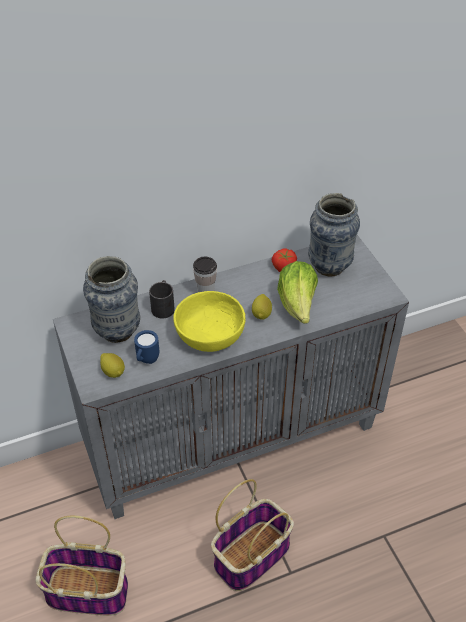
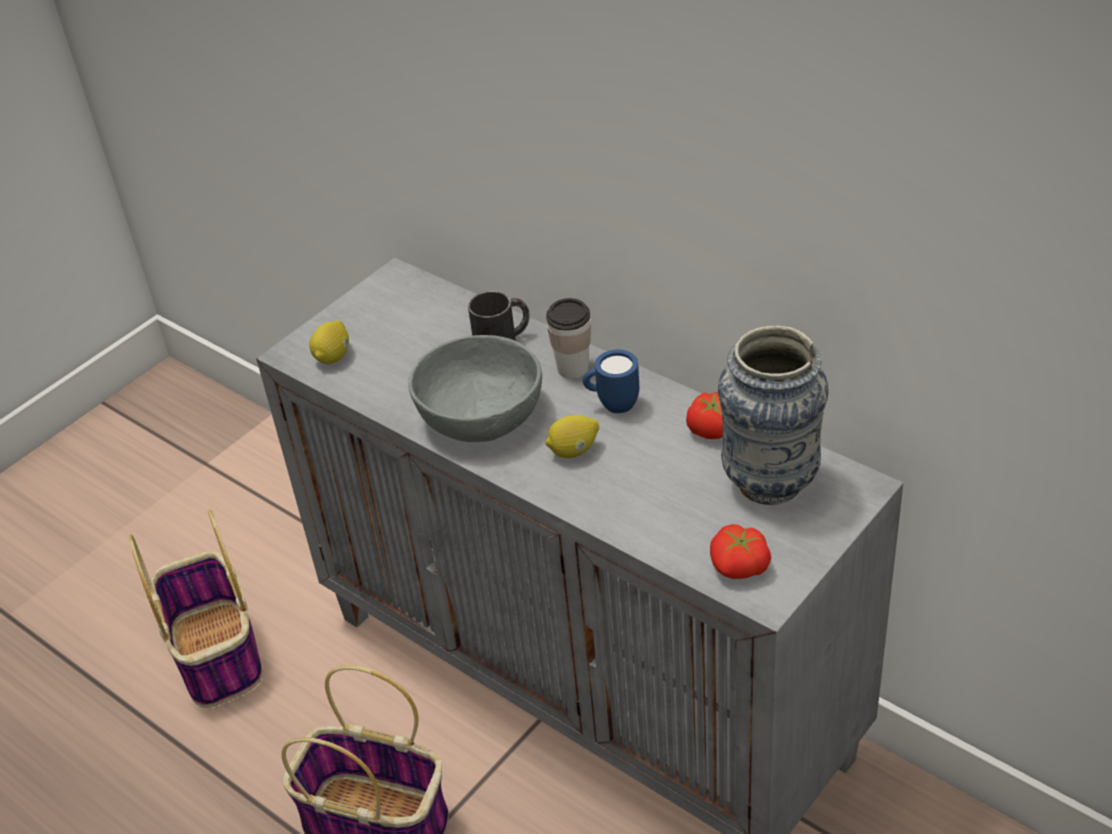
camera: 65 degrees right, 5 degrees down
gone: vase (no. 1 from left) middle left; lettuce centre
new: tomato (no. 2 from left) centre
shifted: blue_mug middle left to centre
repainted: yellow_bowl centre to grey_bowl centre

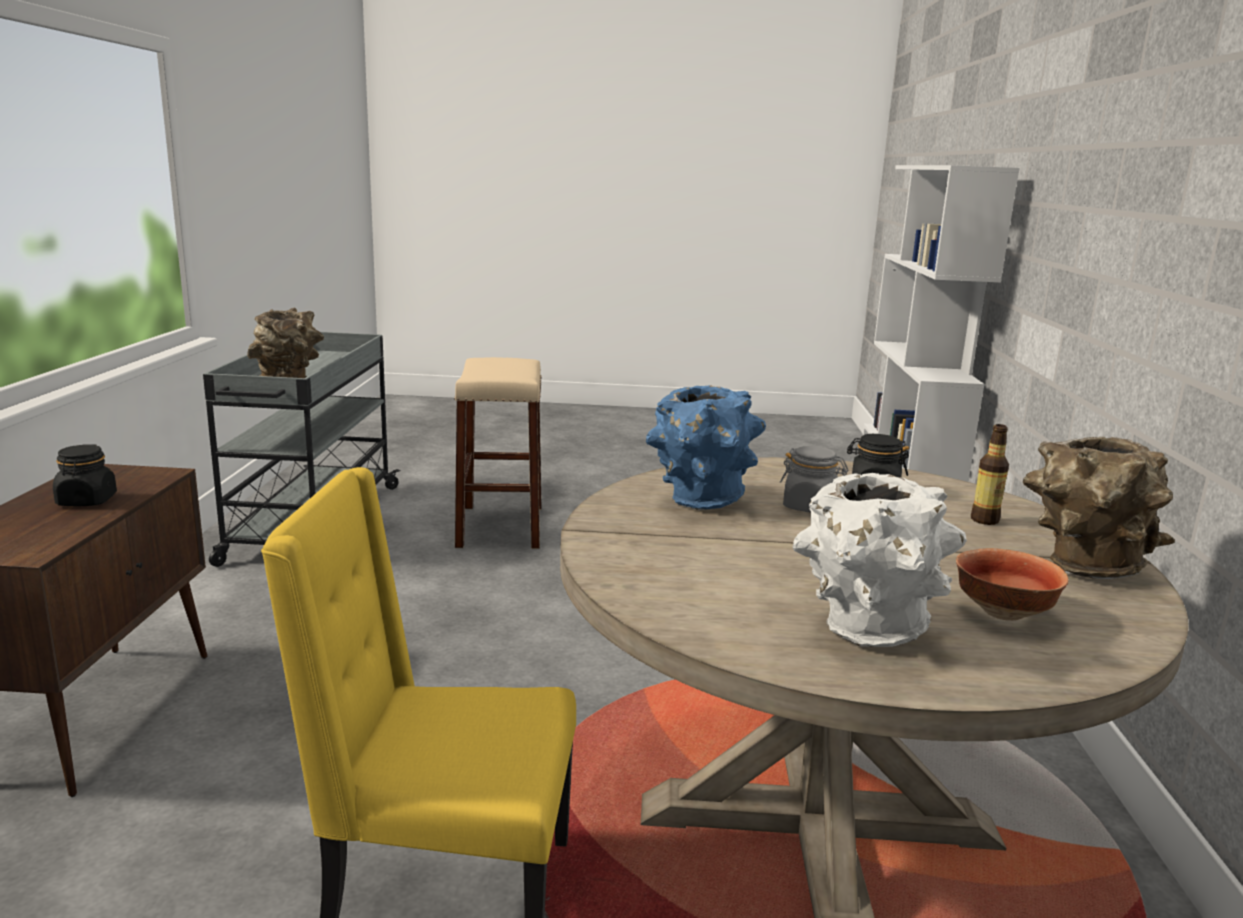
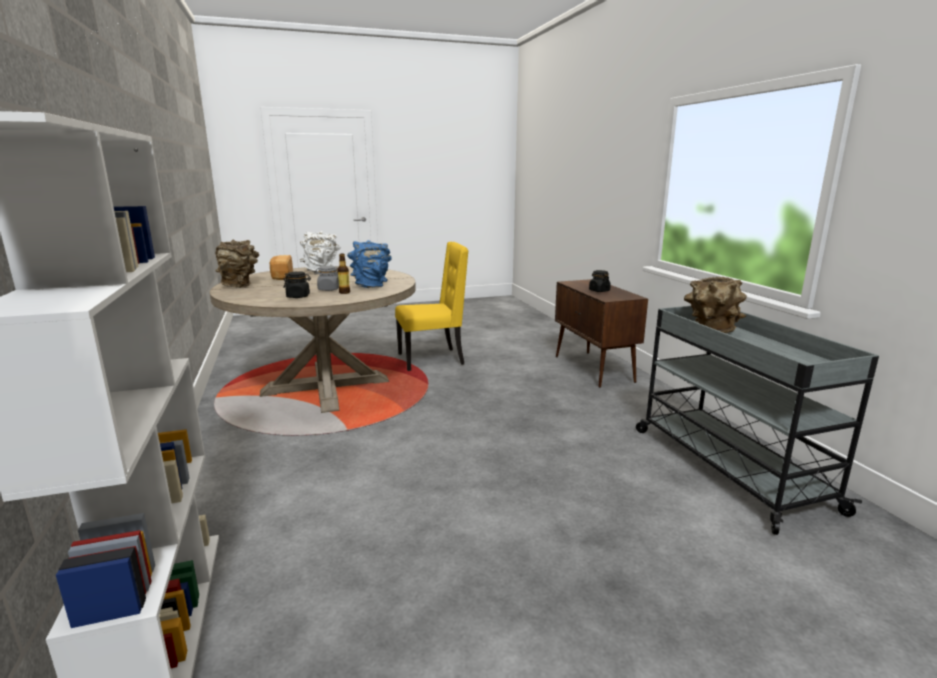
camera: 160 degrees right, 0 degrees up
gone: beige_stool centre
shifted: bottle middle right to centre
swapped: bowl middle right to bread middle left

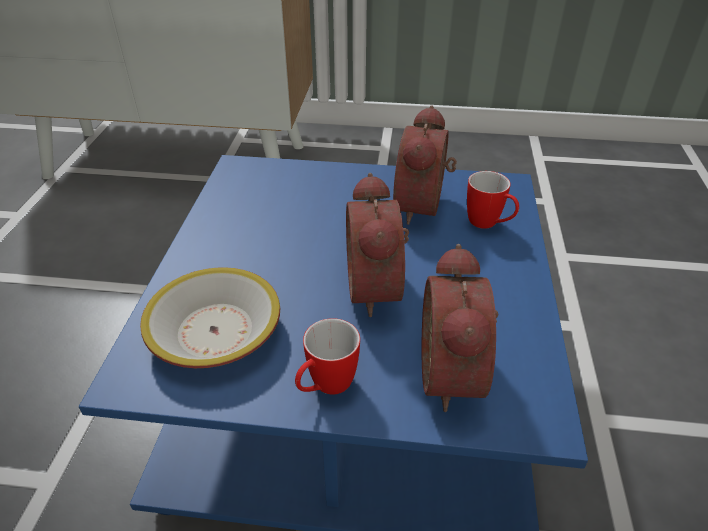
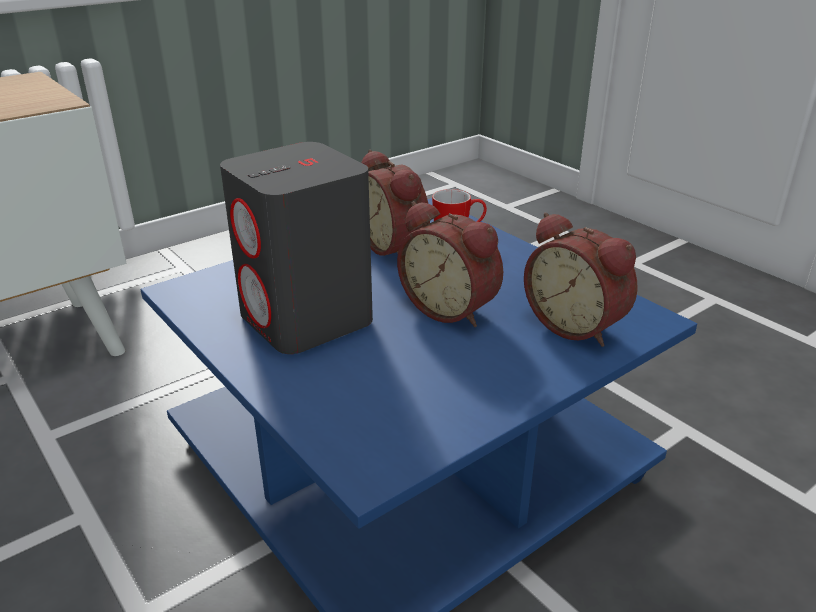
camera: 45 degrees left, 10 degrees down
gone: bowl middle left; mug (no. 1 from left) bottom centre
new: grey_speaker centre

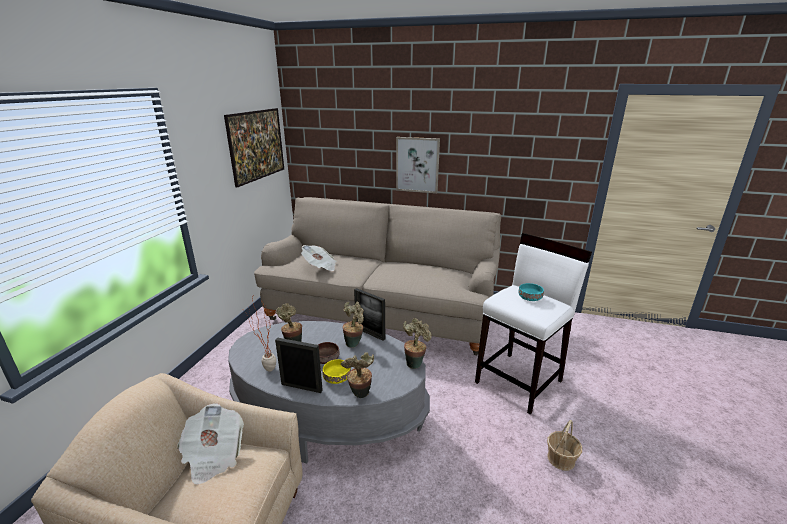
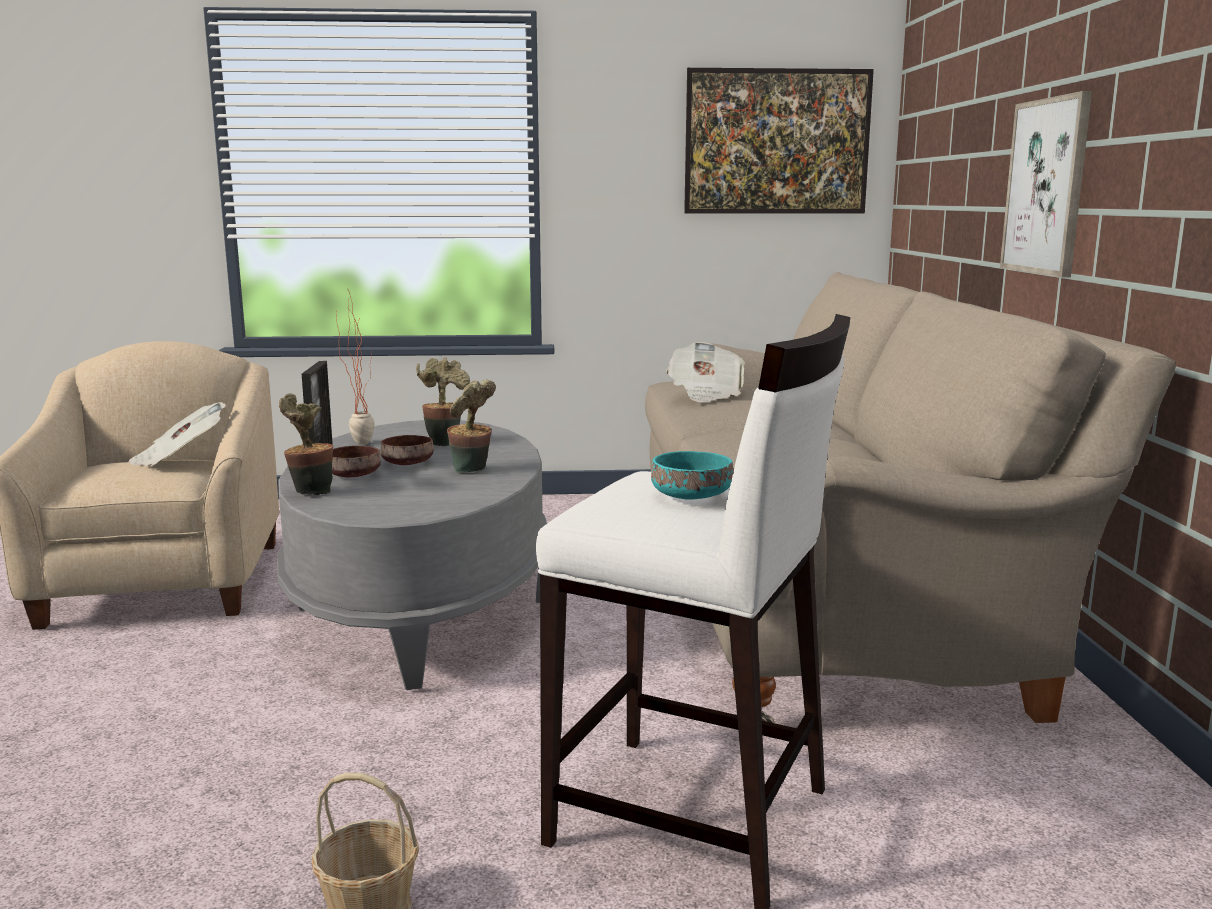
camera: 70 degrees right, 10 degrees down
gone: picture_frame (no. 2 from left) centre; potted_plant (no. 5 from left) centre
repainted: yellow_bowl bottom centre to brown_bowl (no. 1 from left) middle left

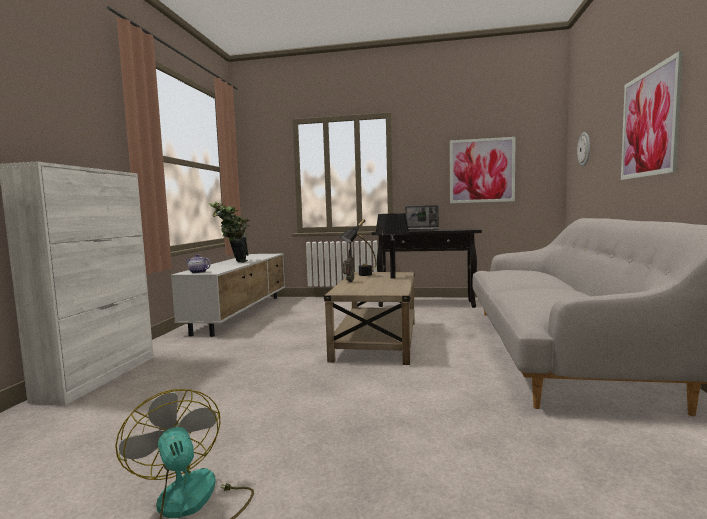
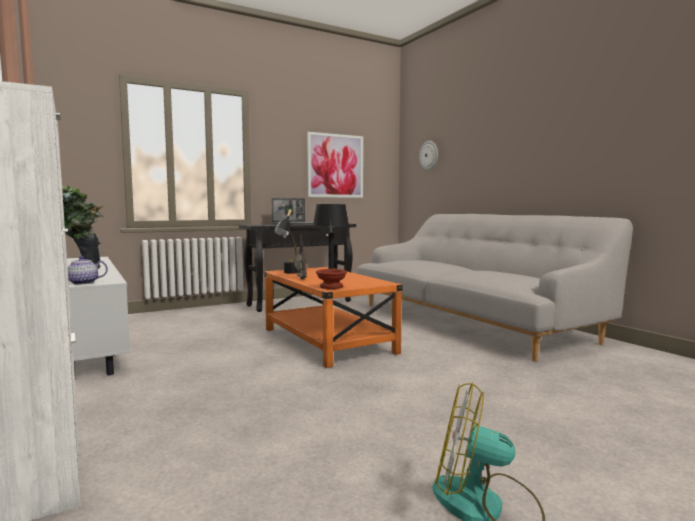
camera: 40 degrees left, 0 degrees up
gone: picture (no. 2 from left) top right
new: brown_bowl centre
repainted: beige_coffee_table centre to orange_coffee_table centre

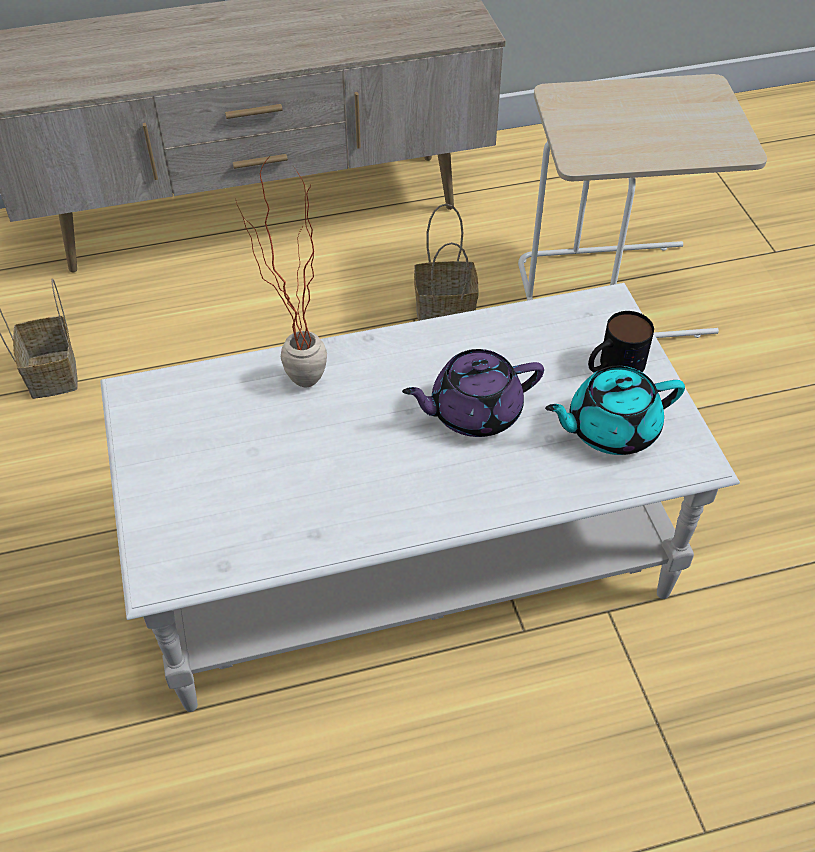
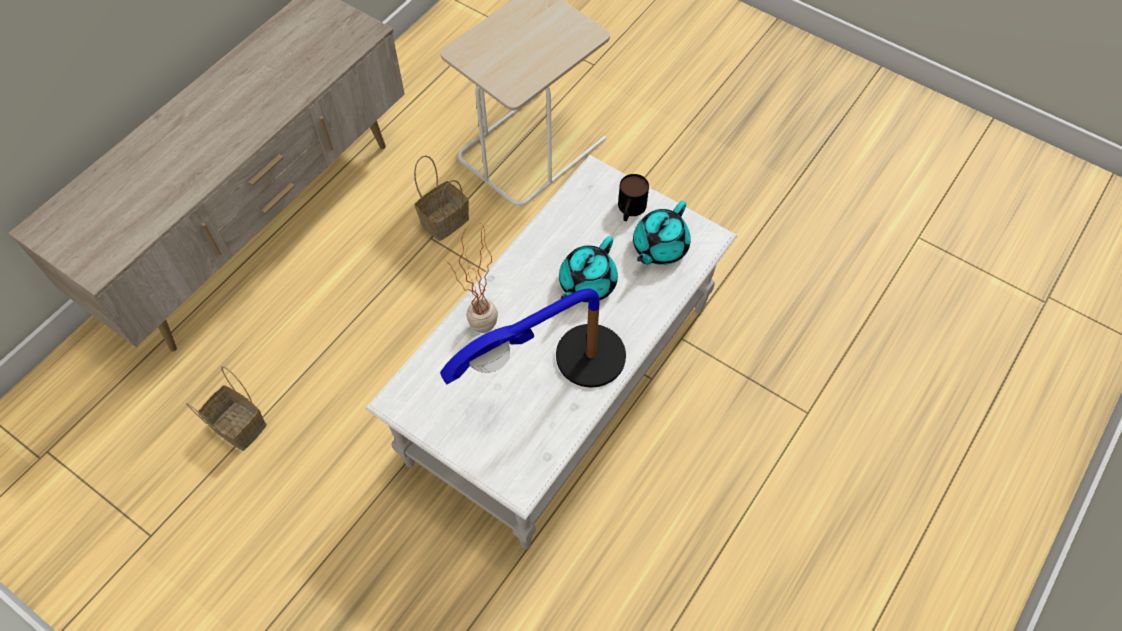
camera: 40 degrees left, 10 degrees up
new: table_lamp centre
repainted: purple_teapot centre to turquoise_teapot (no. 1 from left) centre

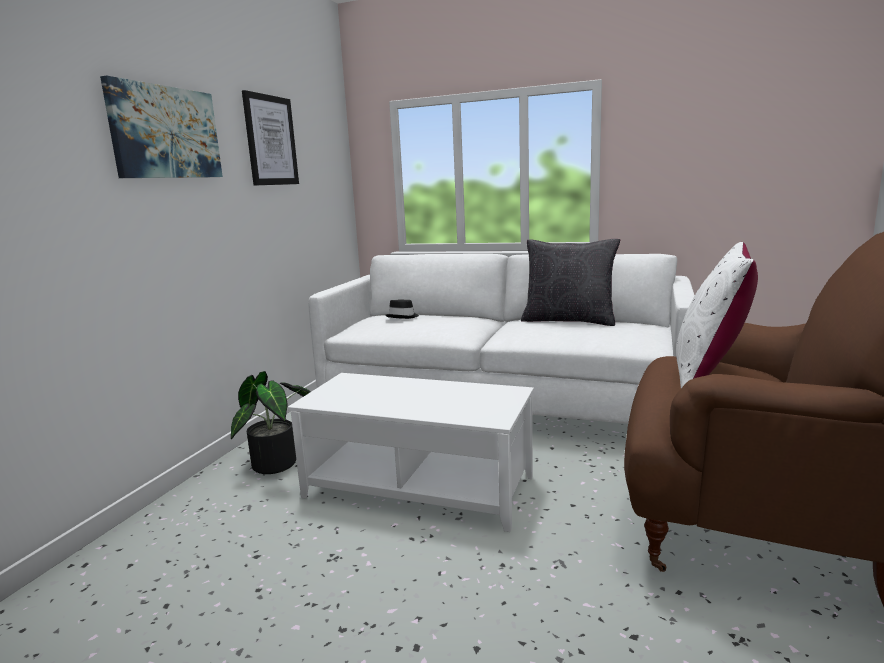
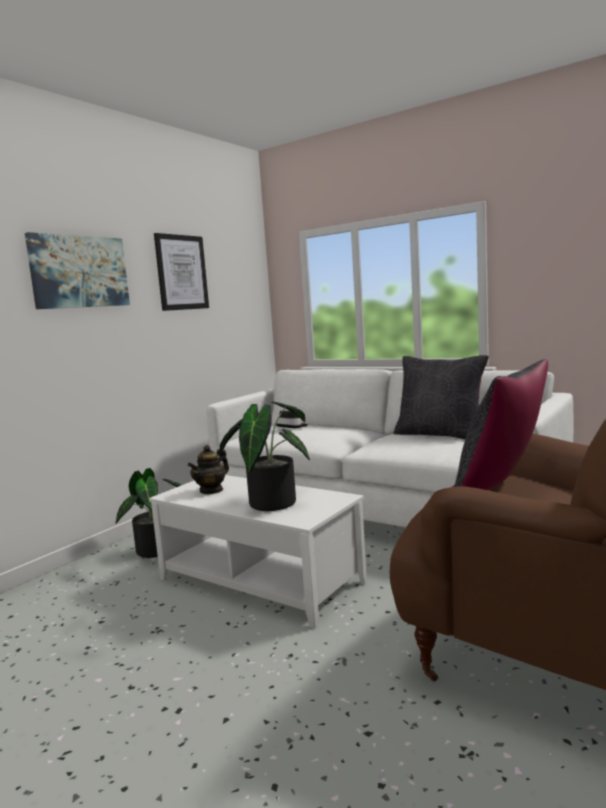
camera: 15 degrees right, 5 degrees down
new: teapot centre; potted_plant (no. 2 from left) centre
repainted: white_pillow middle right to black_pillow (no. 2 from left) middle right

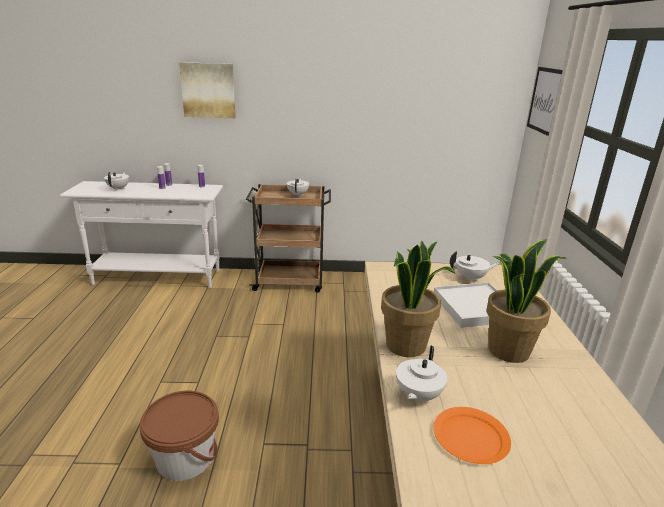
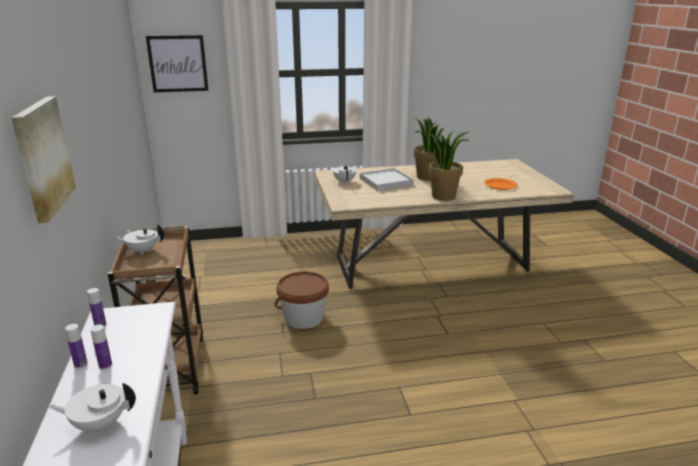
camera: 100 degrees left, 0 degrees up
gone: white_teapot (no. 3 from left) bottom centre
shifted: brown_bucket bottom left to centre

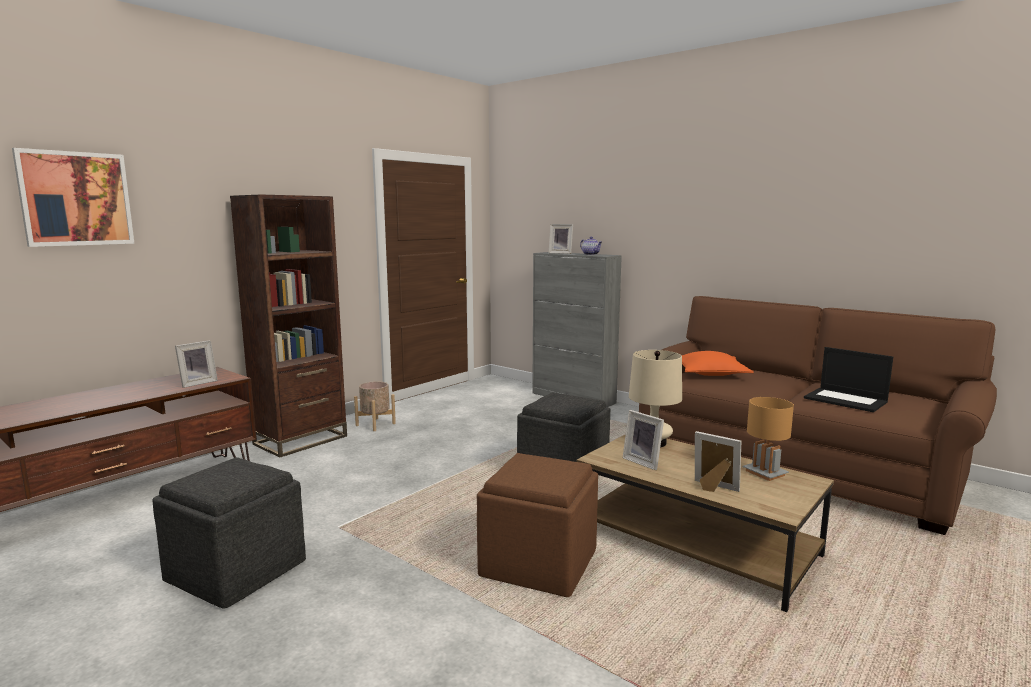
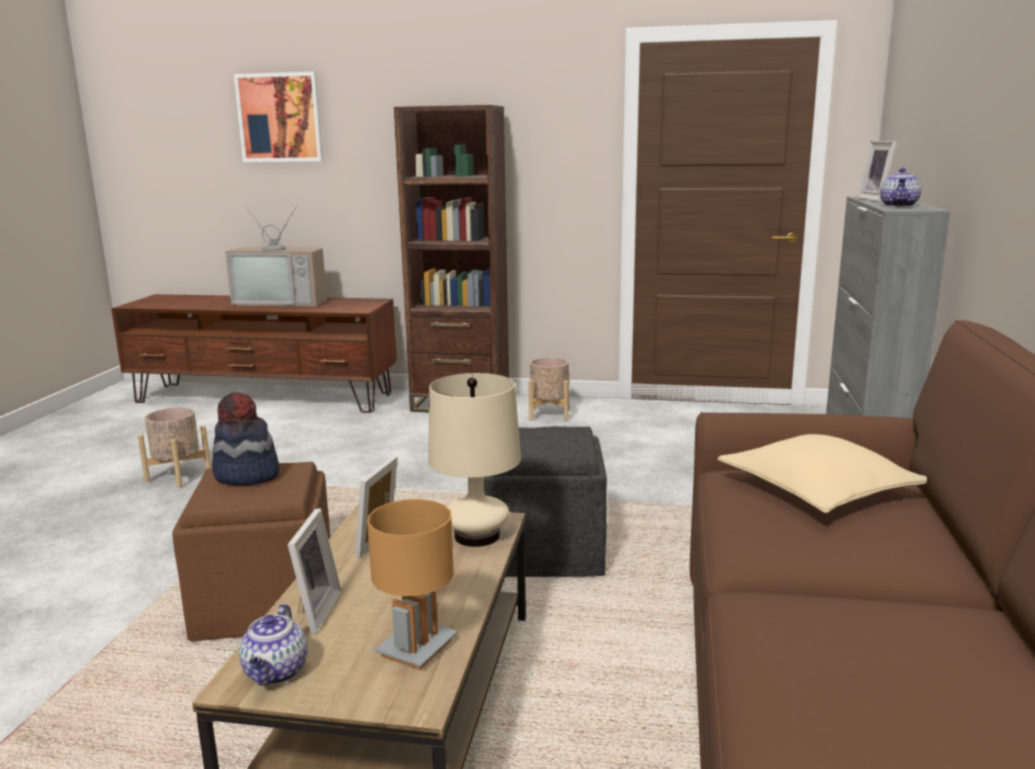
camera: 60 degrees right, 5 degrees up
gone: picture_frame (no. 1 from left) middle left; laptop middle right
new: hat middle left; television top left; teapot (no. 1 from left) bottom left
swapped: grey_ottoman (no. 1 from left) bottom left to beige_planter (no. 1 from left) middle left
repainted: orange_pillow middle right to beige_pillow middle right

